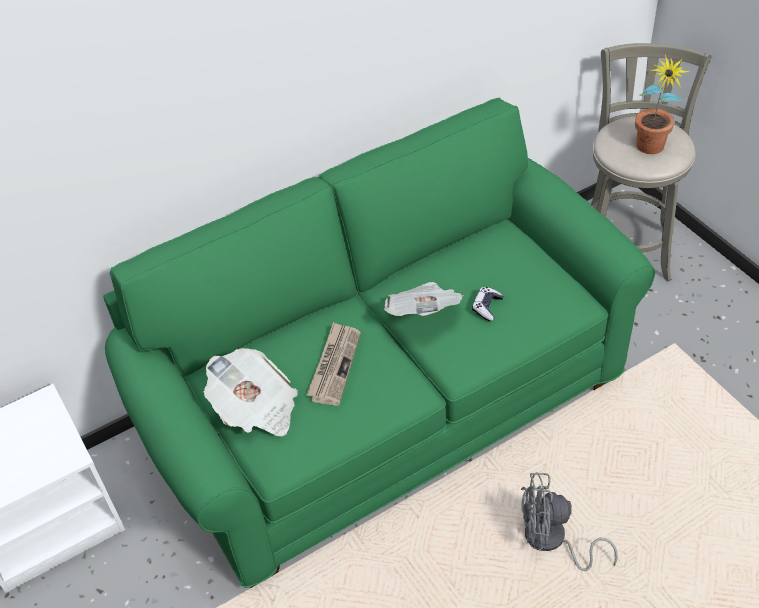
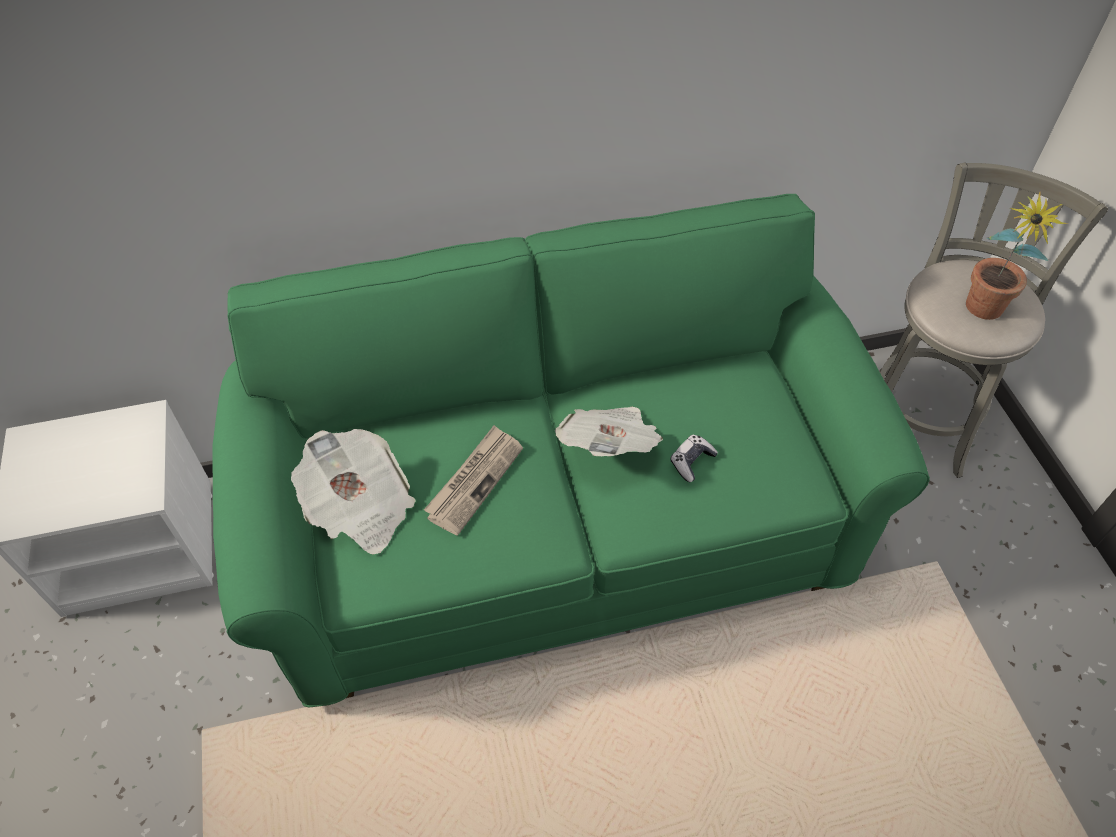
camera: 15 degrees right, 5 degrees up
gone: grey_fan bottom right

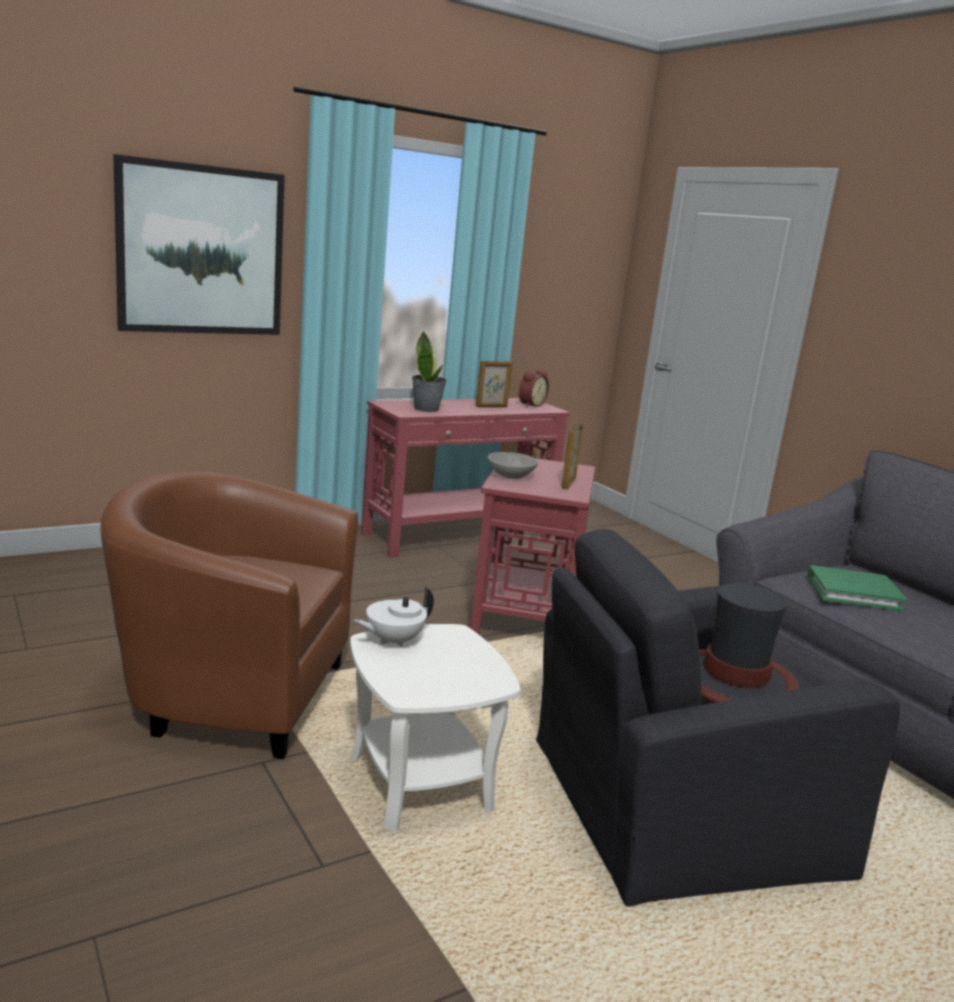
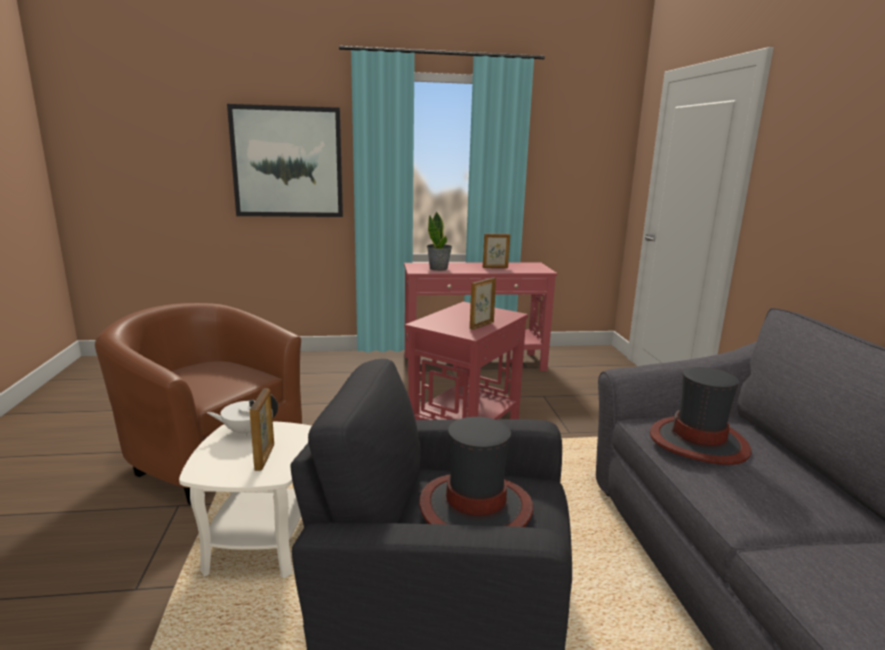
camera: 25 degrees right, 0 degrees up
gone: grey_bowl centre; alarm_clock centre
new: picture_frame (no. 1 from left) middle left
swapped: green_book middle right to hat (no. 2 from left) middle right

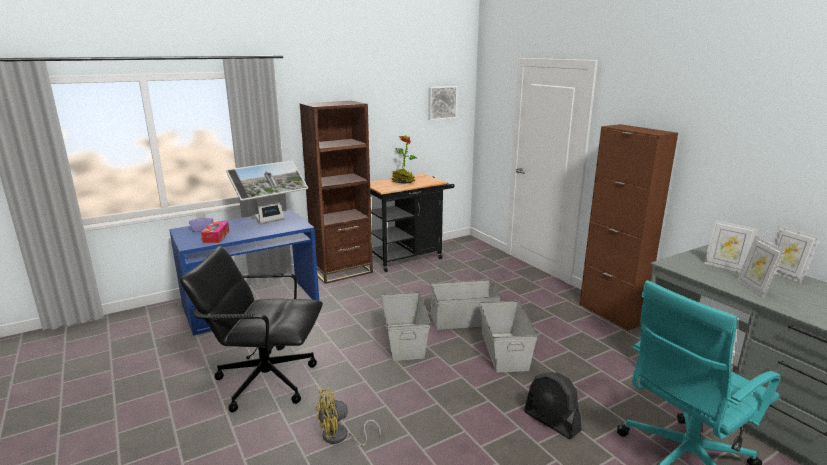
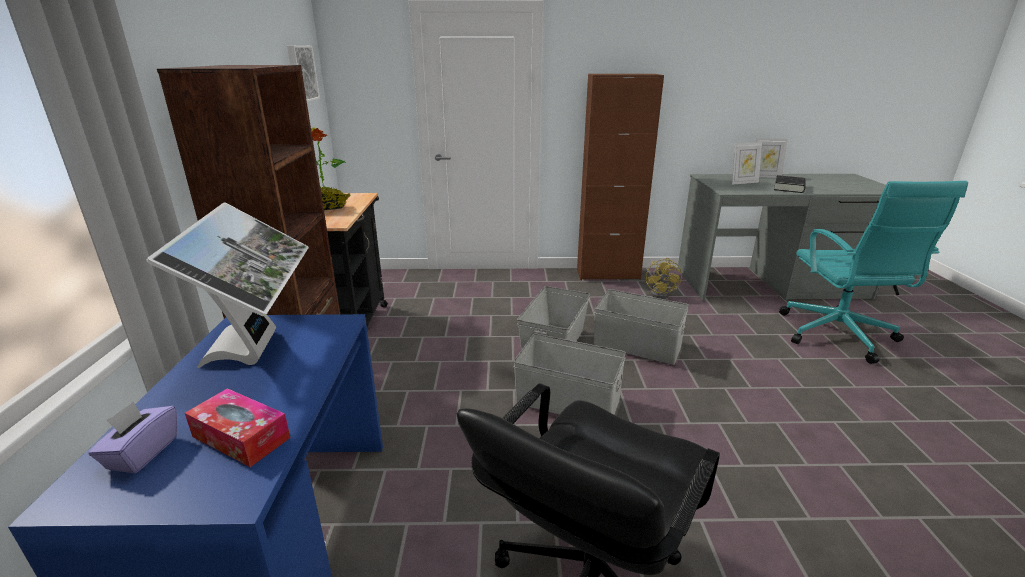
camera: 60 degrees left, 5 degrees up
gone: black_fan bottom right
shifted: yellow_fan bottom centre to centre
swapped: picture_frame (no. 2 from left) middle right to black_book top right

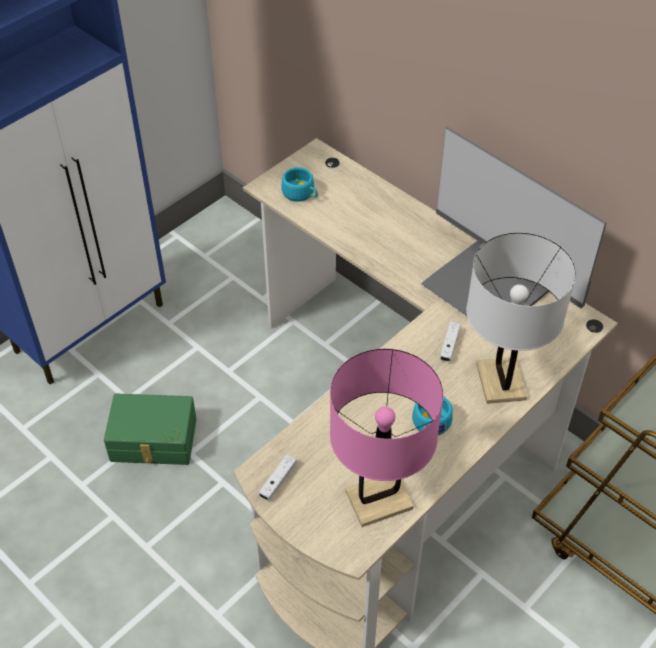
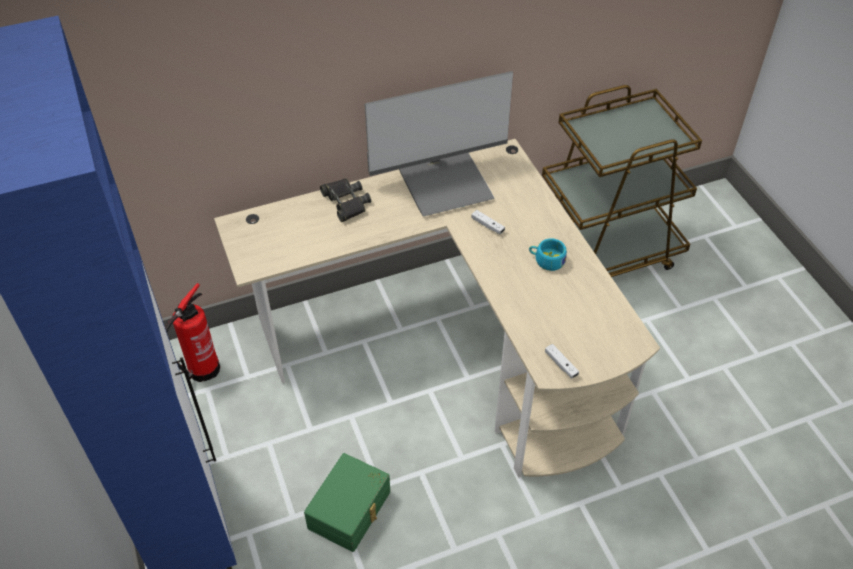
camera: 65 degrees left, 0 degrees up
gone: turquoise_cup (no. 1 from left) top centre; pink_table_lamp bottom centre; white_table_lamp middle right
new: fire_extinguisher middle left; black_binoculars centre

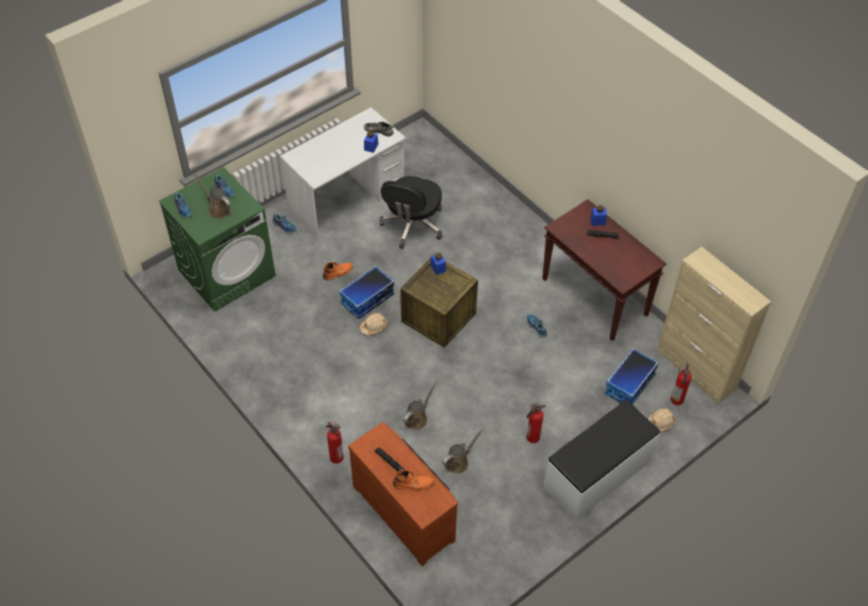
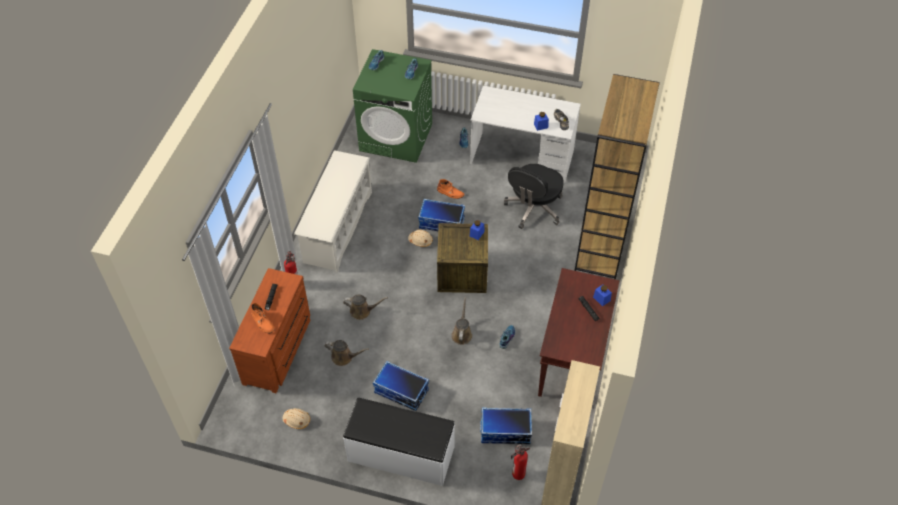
camera: 55 degrees right, 0 degrees up
new: white_shoe_rack centre; brown_bookcase middle right
shifted: beige_hard_hat (no. 2 from left in the first image) bottom right to beige_hard_hat (no. 1 from left) bottom left; brown_watering_can (no. 1 from left in the first image) top left to brown_watering_can (no. 3 from left) centre
swapped: fire_extinguisher (no. 2 from left) bottom centre to storage_box (no. 1 from left) bottom centre
rotated: black_office_chair centre = centre 45 degrees counterclockwise

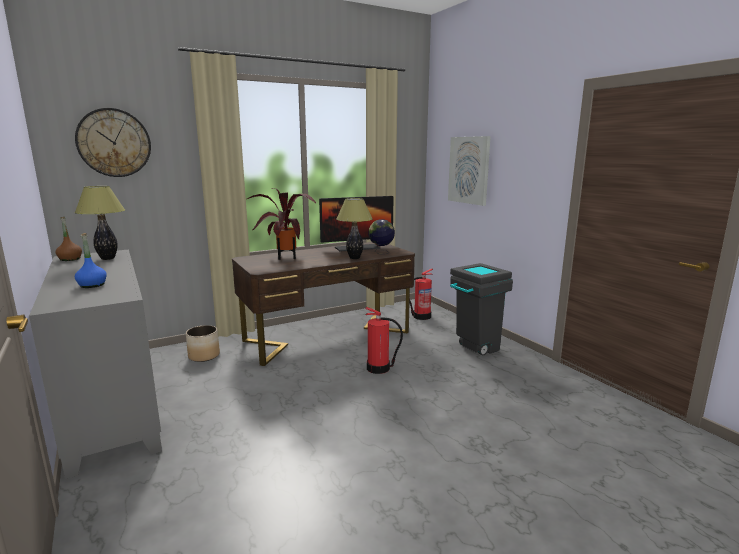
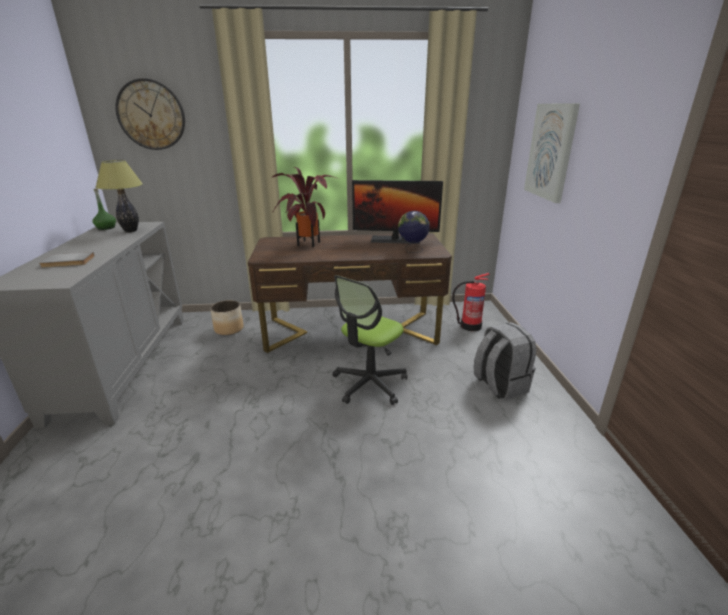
camera: 25 degrees right, 10 degrees up
gone: table_lamp (no. 2 from left) centre
swapped: blue_bottle middle left to grey_book middle left; fire_extinguisher (no. 1 from left) centre to office_chair centre; grey_trash_can centre to grey_backpack middle right
repainted: brown_bottle middle left to green_bottle middle left

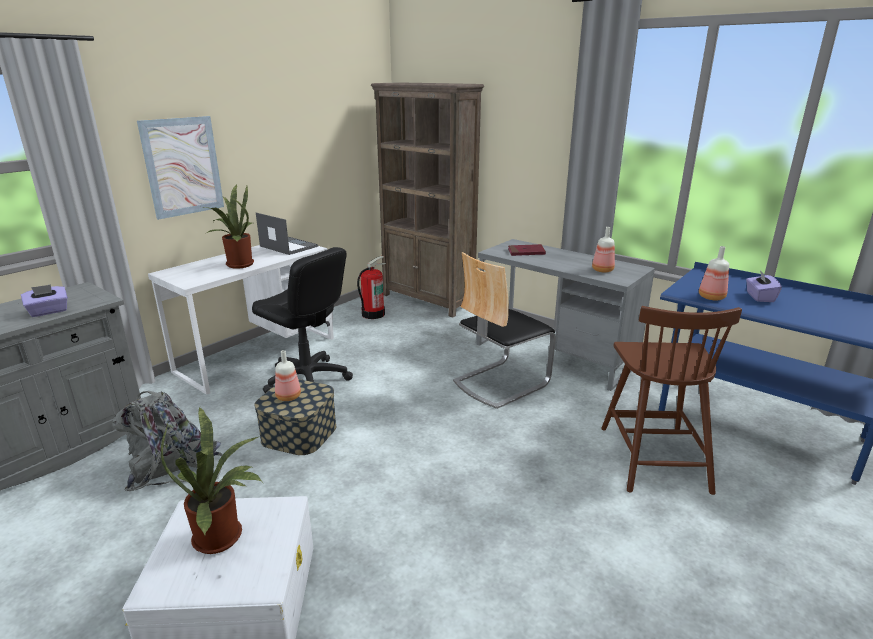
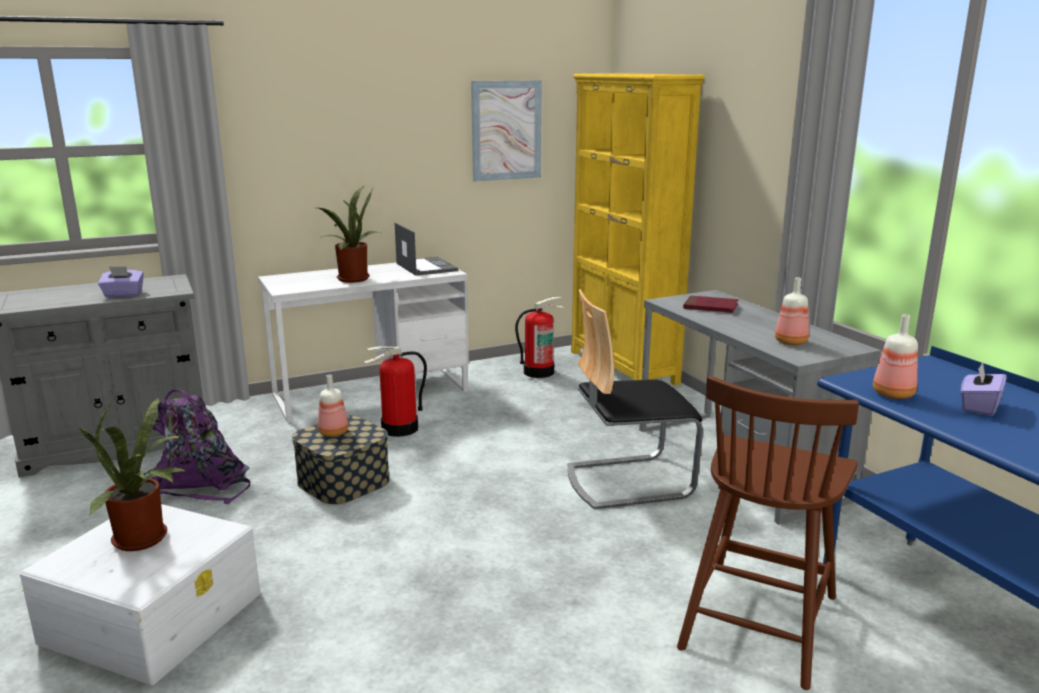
camera: 25 degrees right, 5 degrees down
shifted: picture top left to top centre
swapped: black_office_chair centre to fire_extinguisher (no. 1 from left) centre
repainted: grey_backpack bottom left to purple_backpack middle left; brown_bookcase top centre to yellow_bookcase top centre

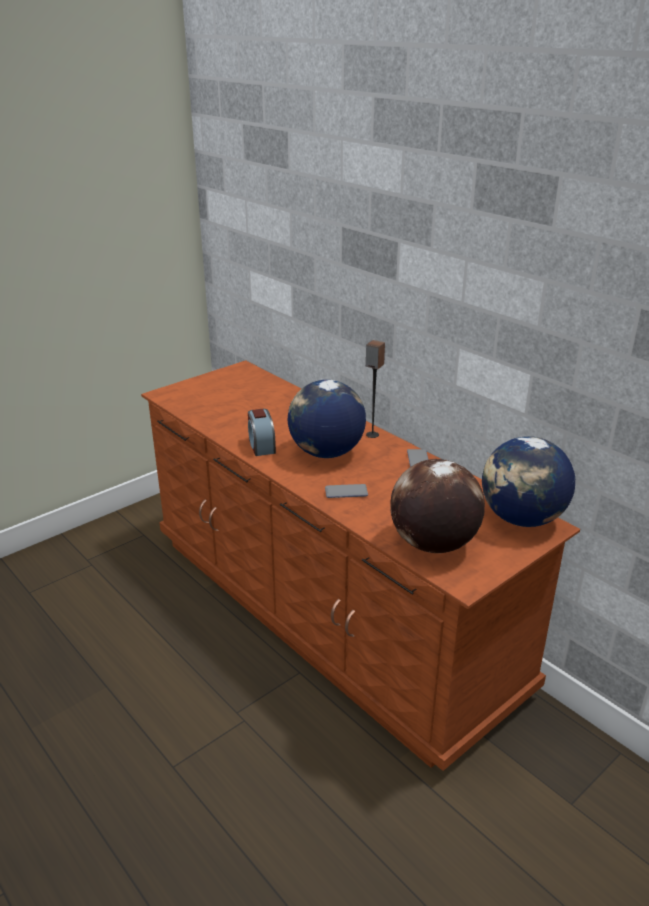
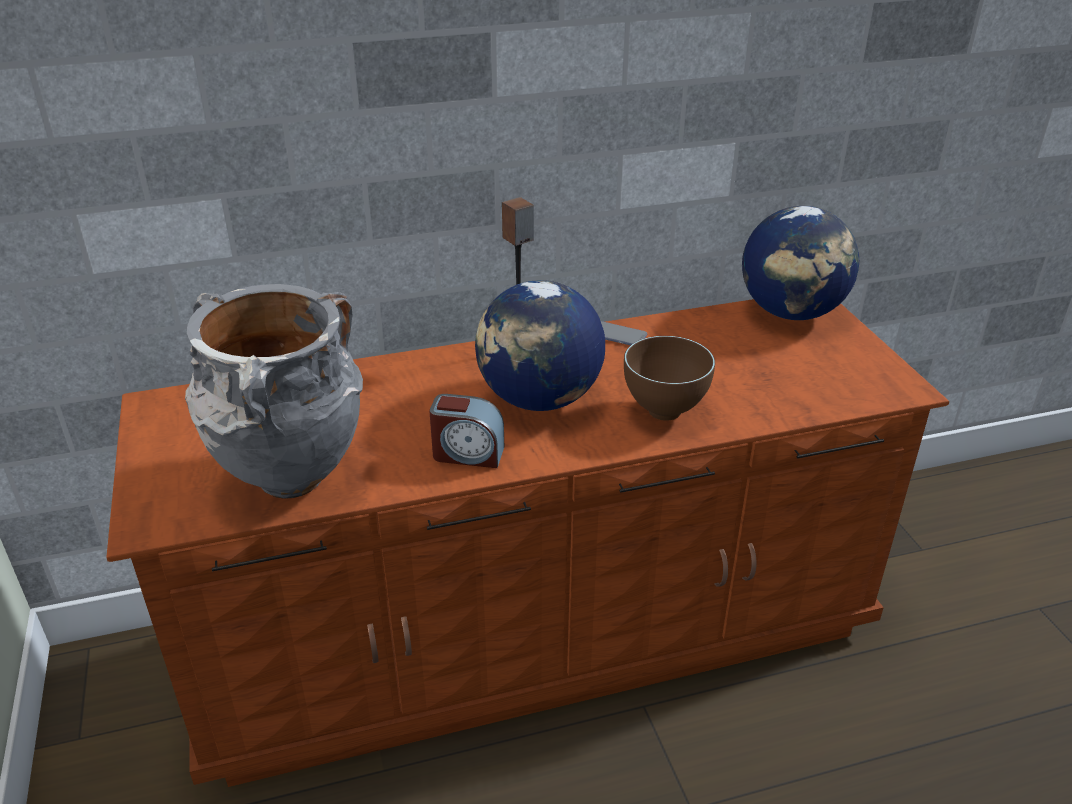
camera: 65 degrees left, 5 degrees up
gone: globe (no. 2 from left) middle right
new: grey_vase middle left
swapped: phone (no. 1 from left) centre to brown_bowl centre

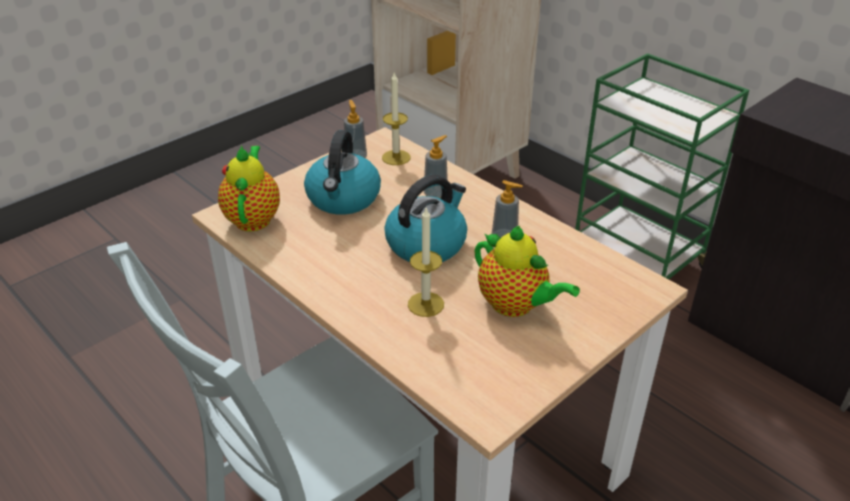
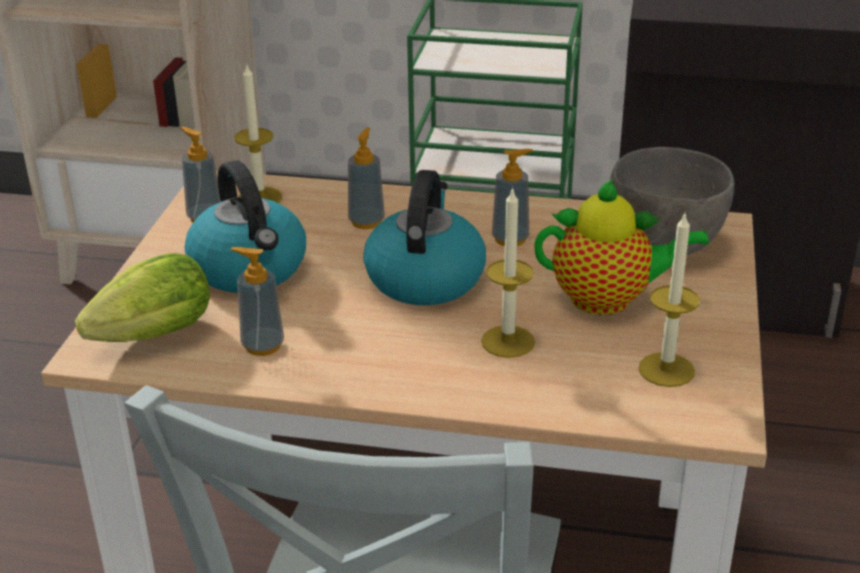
camera: 35 degrees left, 5 degrees down
new: soap_dispenser (no. 2 from left) middle left; grey_bowl middle right; candle (no. 3 from left) middle right
swapped: teapot (no. 1 from left) middle left to lettuce middle left

